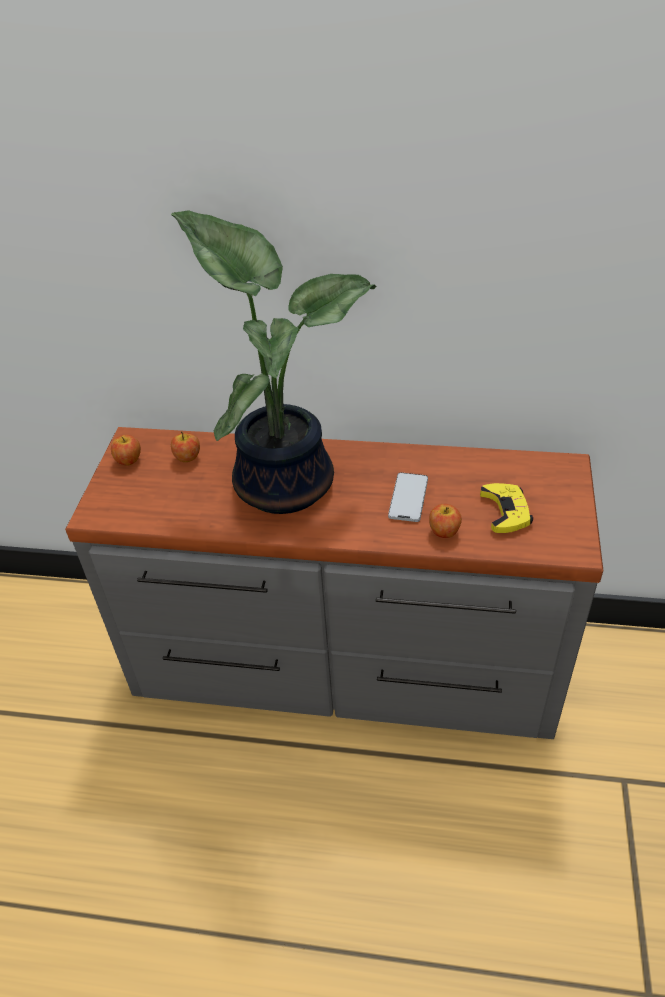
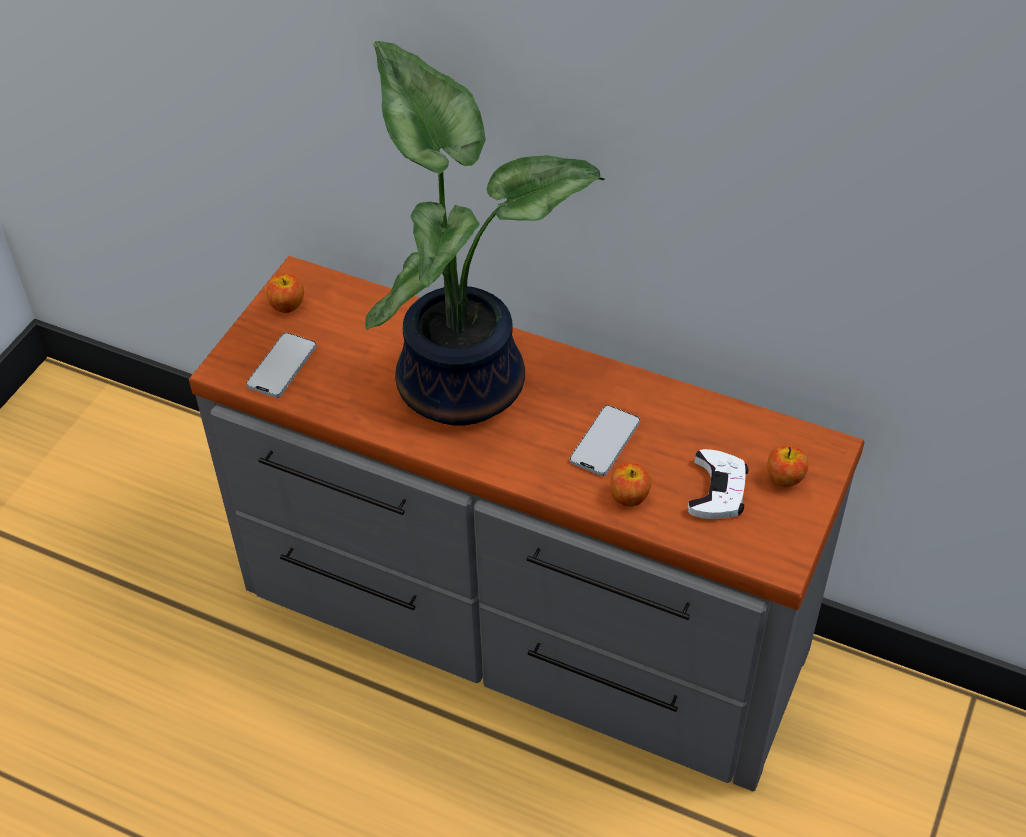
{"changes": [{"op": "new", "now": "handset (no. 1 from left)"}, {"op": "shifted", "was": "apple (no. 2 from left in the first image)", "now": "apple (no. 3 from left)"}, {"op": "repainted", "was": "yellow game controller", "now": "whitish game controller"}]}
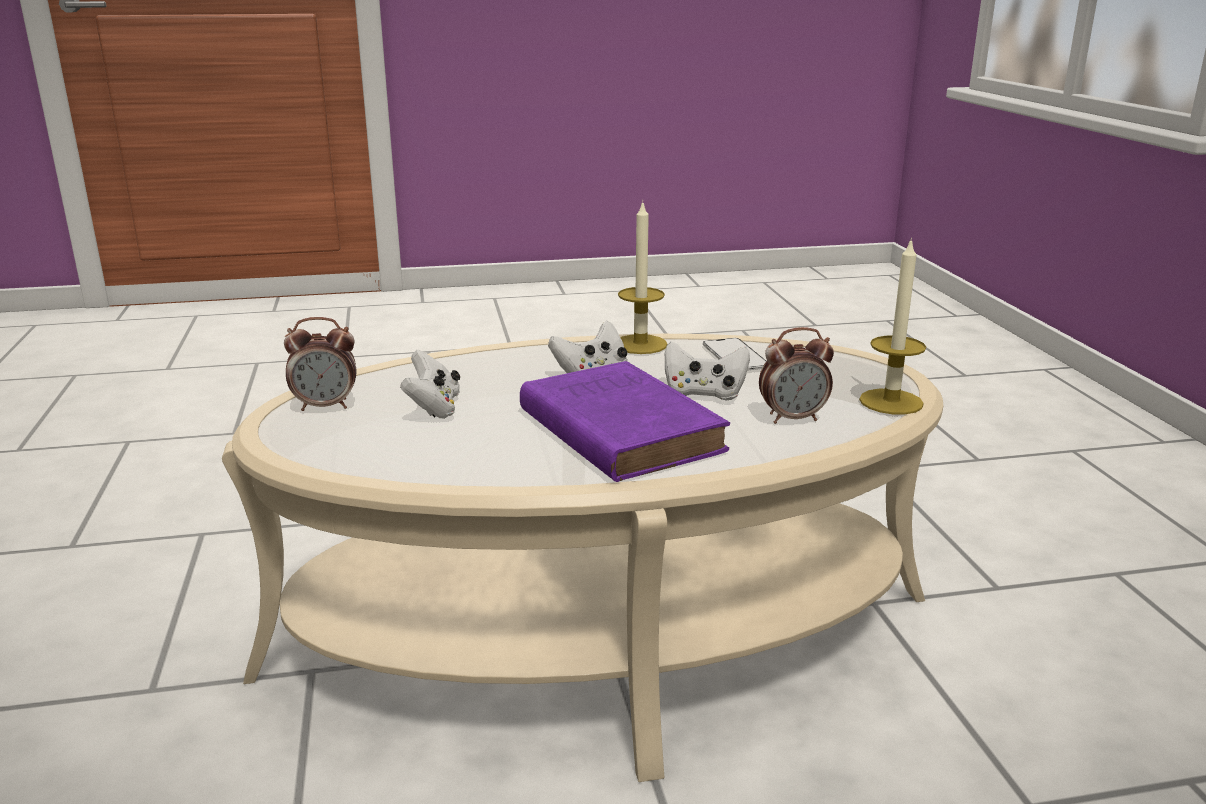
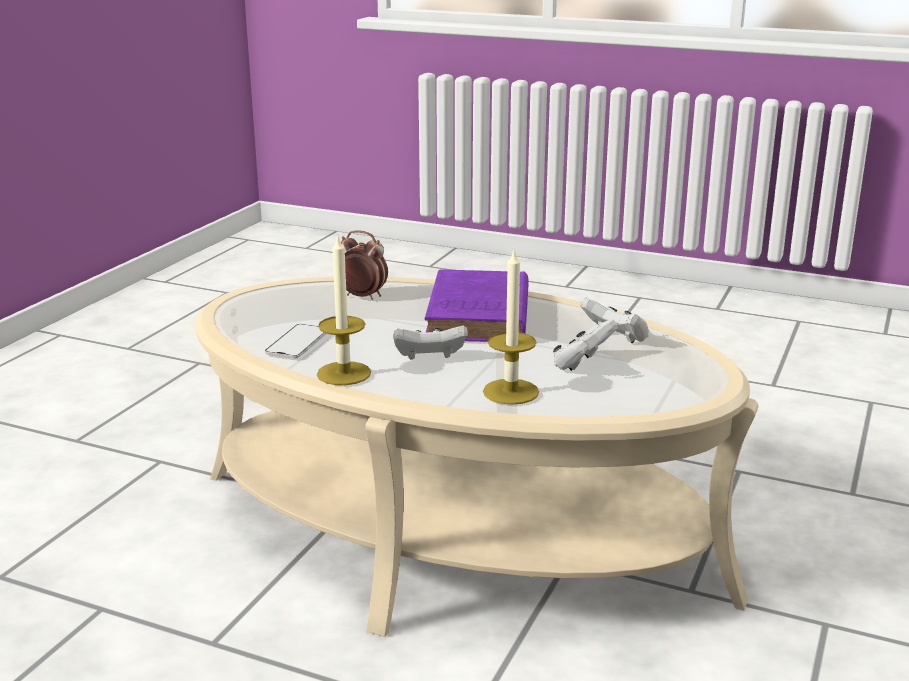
{"changes": [{"op": "gone", "was": "table clock (no. 1 from left)"}, {"op": "shifted", "was": "whitish game controller (no. 3 from left)"}, {"op": "shifted", "was": "wax candle (no. 2 from left)"}]}
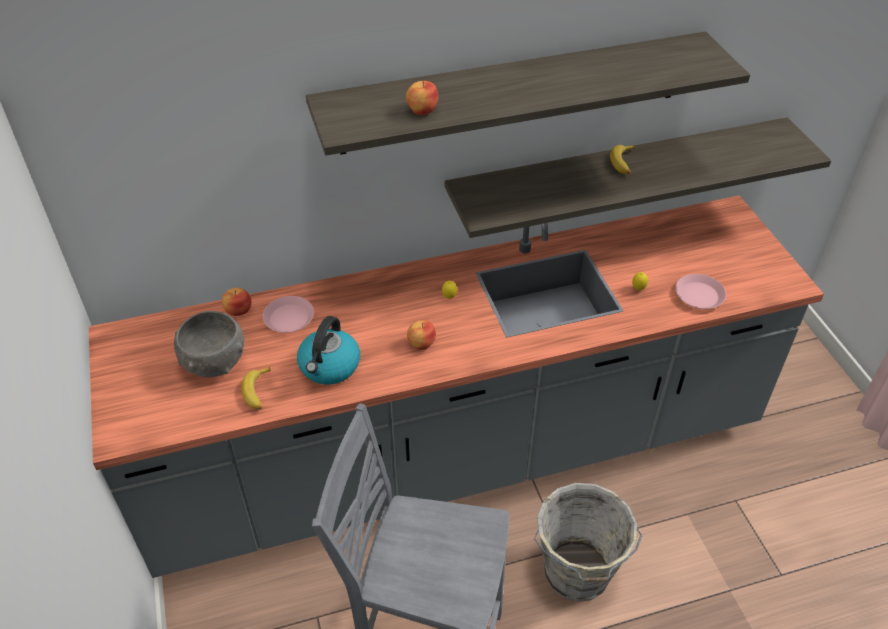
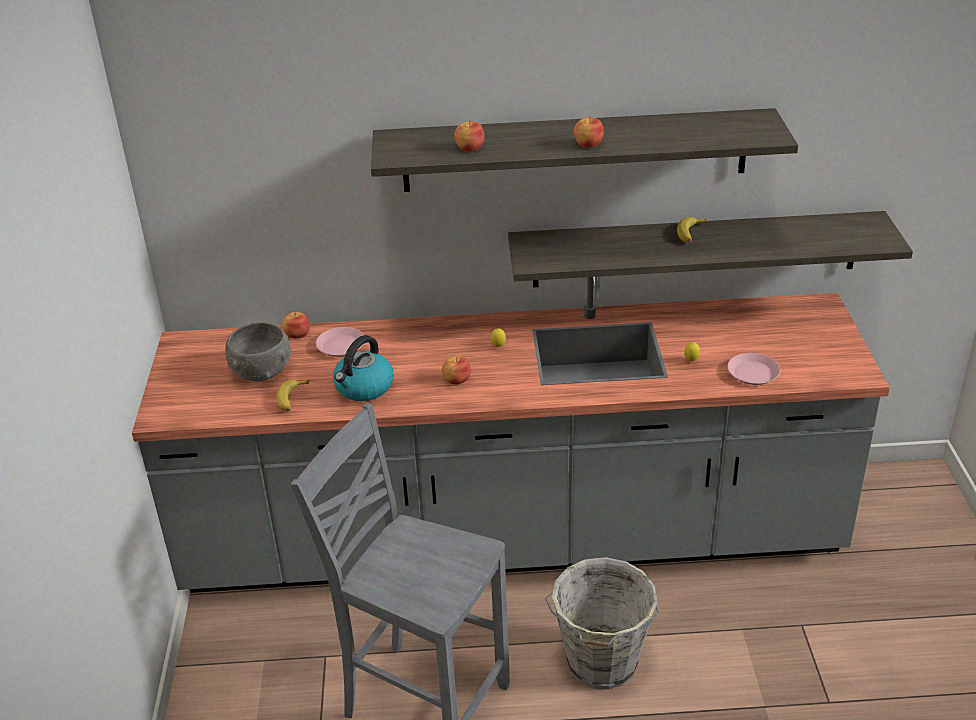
{"changes": [{"op": "new", "now": "apple (no. 4 from left)"}]}
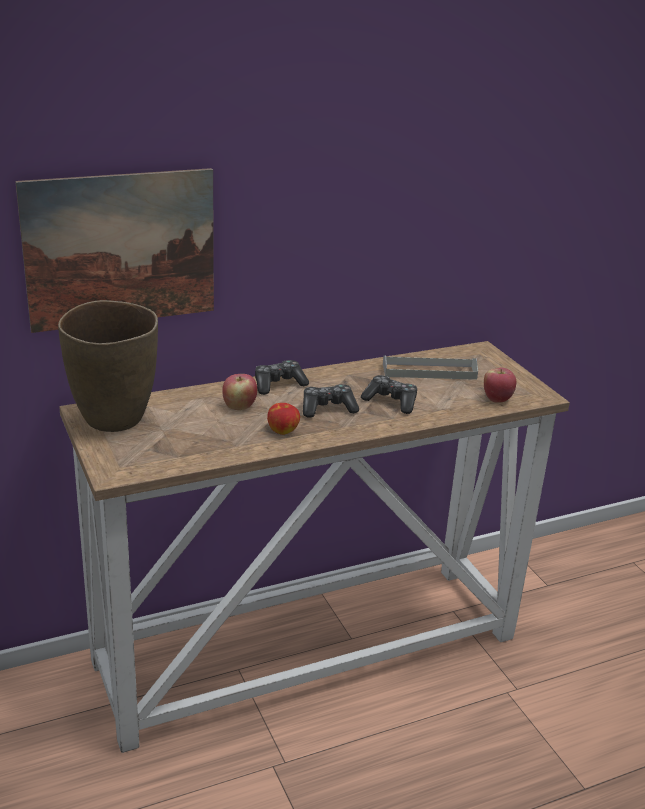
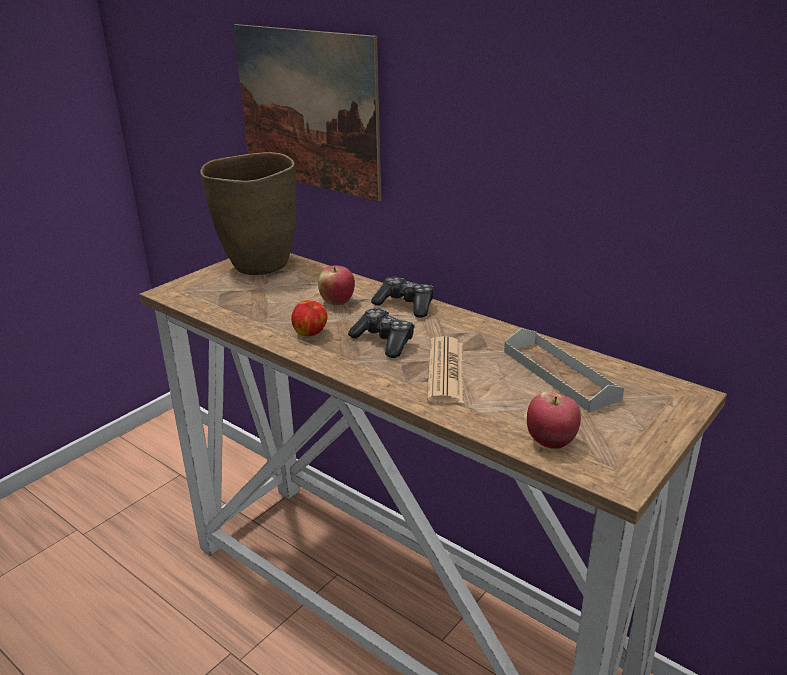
{"changes": [{"op": "swapped", "was": "game controller (no. 3 from left)", "now": "printed paper"}]}
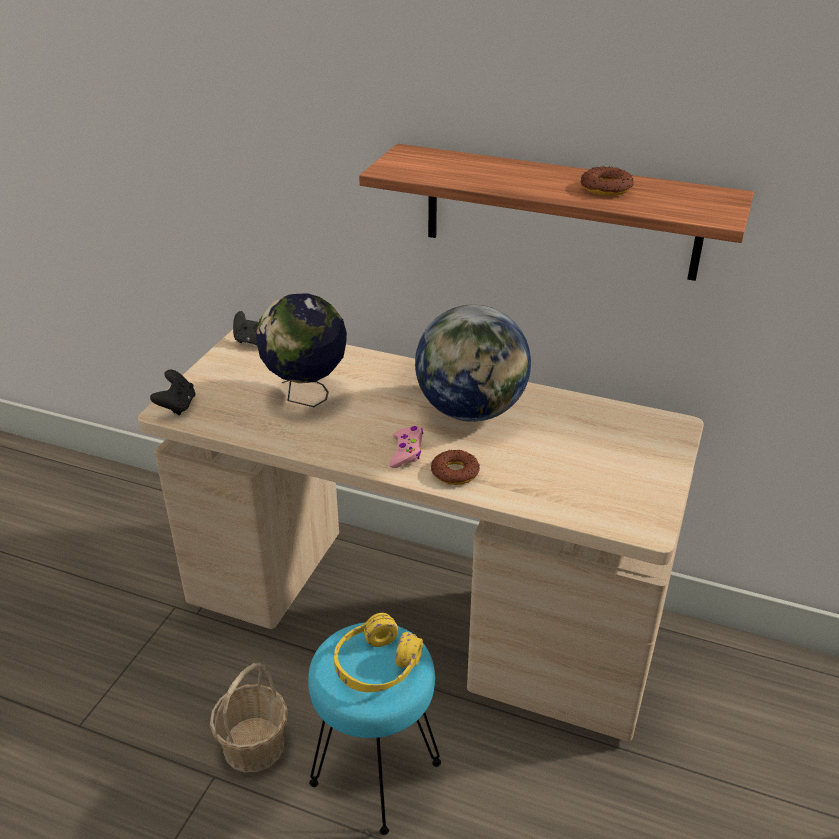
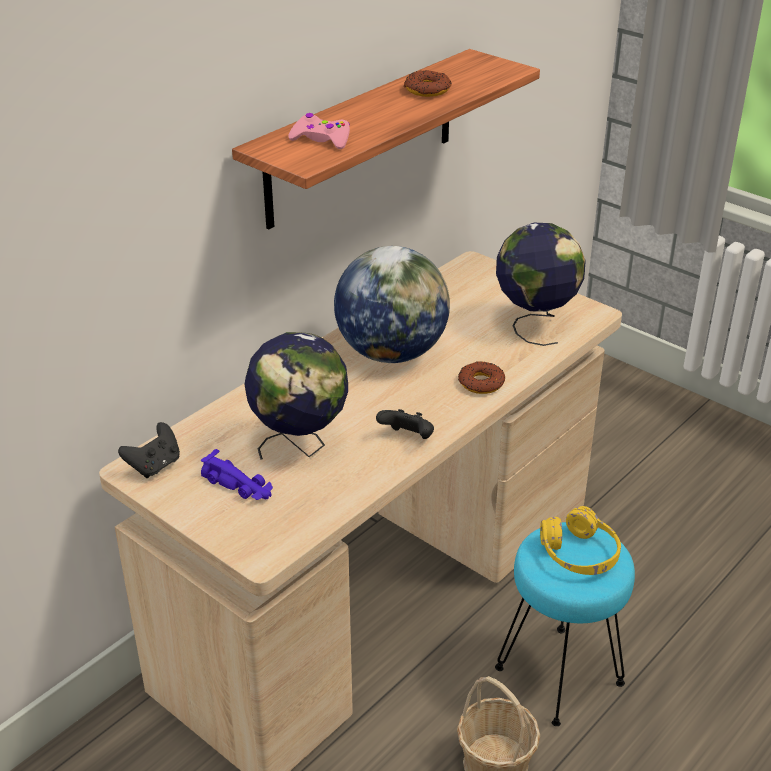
{"changes": [{"op": "new", "now": "purple toy car"}, {"op": "new", "now": "desk globe (no. 3 from left)"}, {"op": "shifted", "was": "blackish game controller (no. 1 from left in the first image)", "now": "blackish game controller (no. 2 from left)"}, {"op": "shifted", "was": "pinkish game controller"}]}
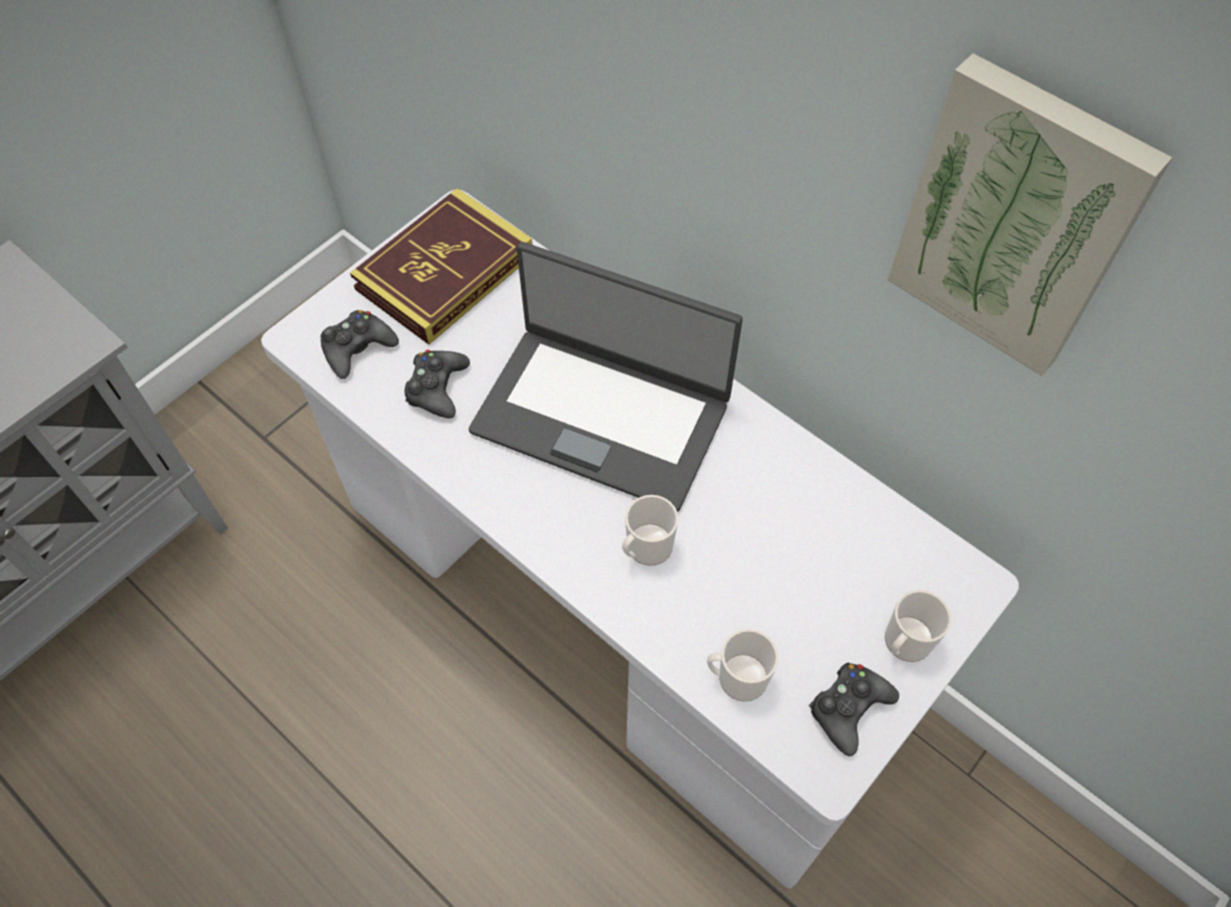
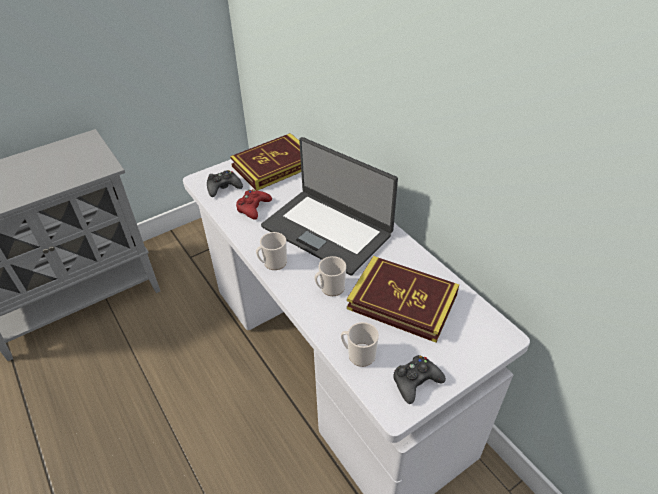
{"changes": [{"op": "gone", "was": "picture"}, {"op": "new", "now": "volume (no. 2 from left)"}, {"op": "shifted", "was": "mug (no. 3 from left in the first image)", "now": "mug (no. 1 from left)"}, {"op": "repainted", "was": "blackish game controller (no. 2 from left)", "now": "reddish game controller"}]}
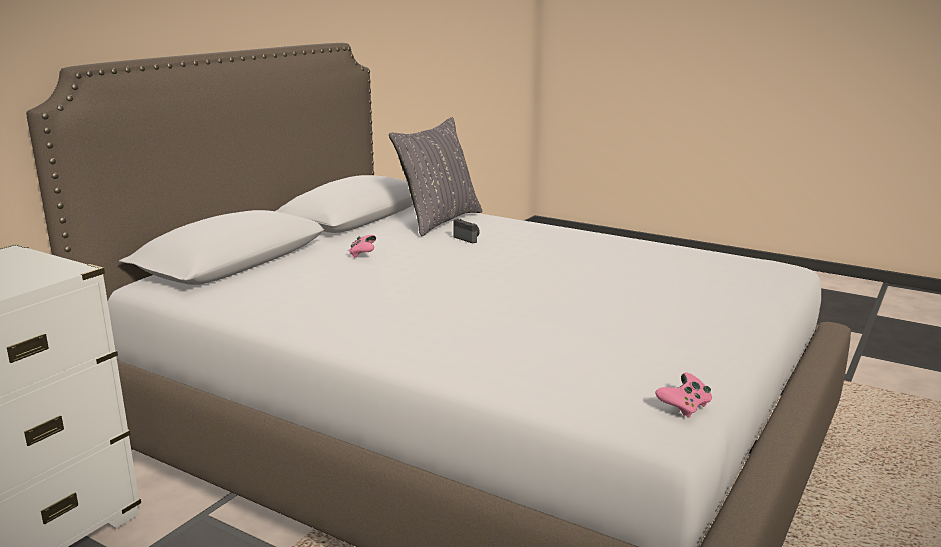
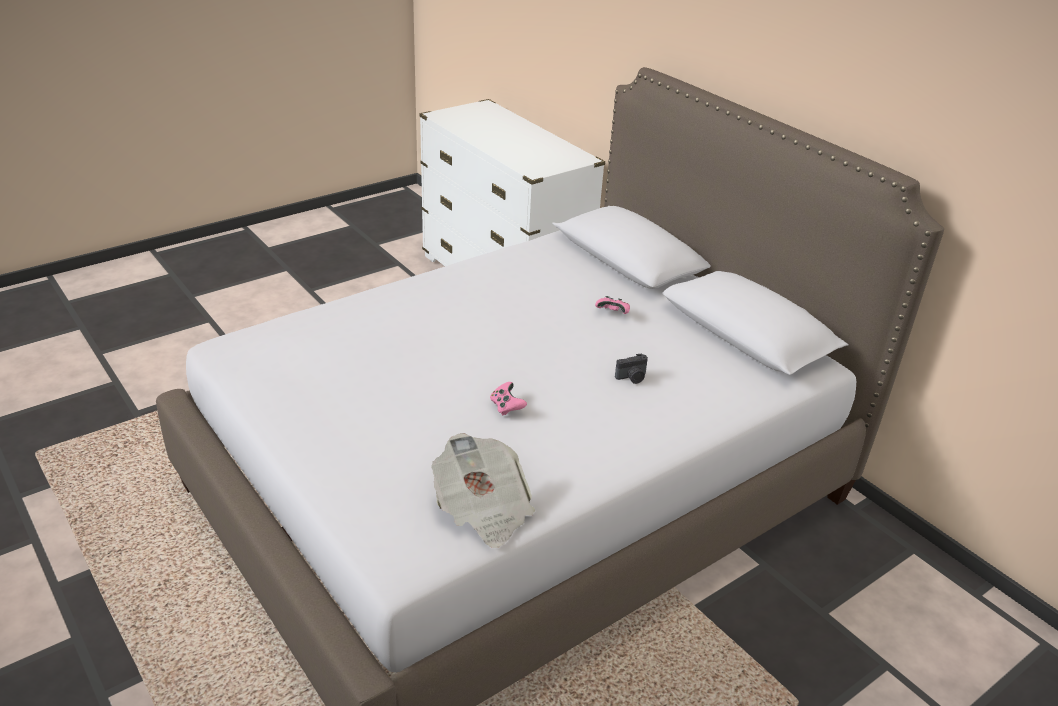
{"changes": [{"op": "gone", "was": "gray cushion"}, {"op": "new", "now": "printed paper"}, {"op": "shifted", "was": "pinkish game controller (no. 2 from left in the first image)", "now": "pinkish game controller (no. 1 from left)"}]}
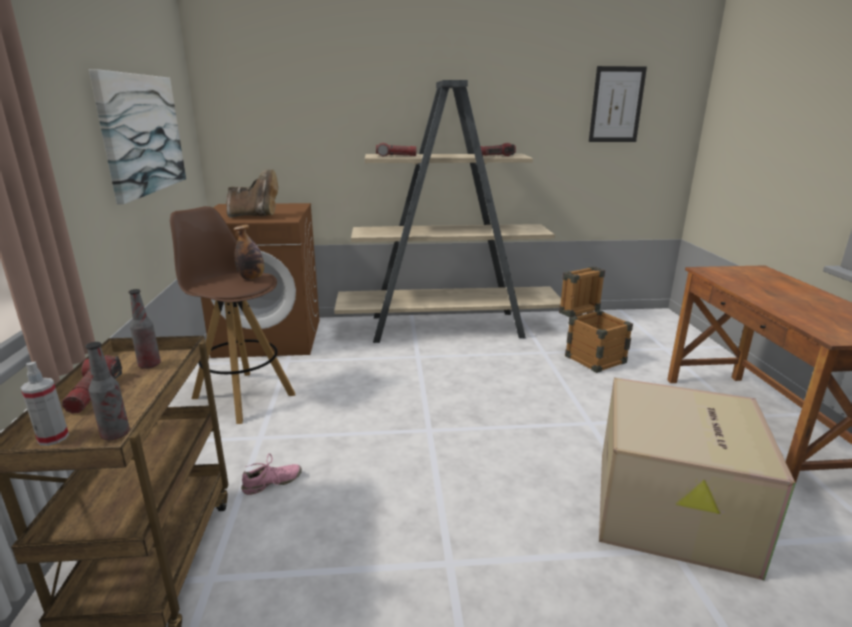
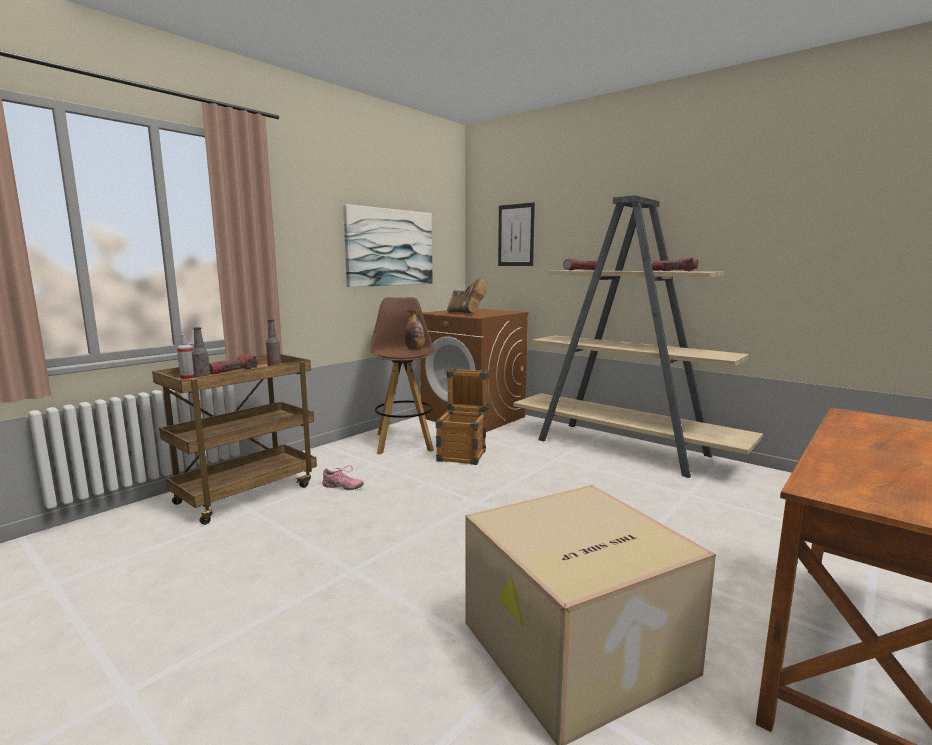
{"changes": [{"op": "shifted", "was": "packing crate"}, {"op": "shifted", "was": "picture (no. 2 from left)"}]}
